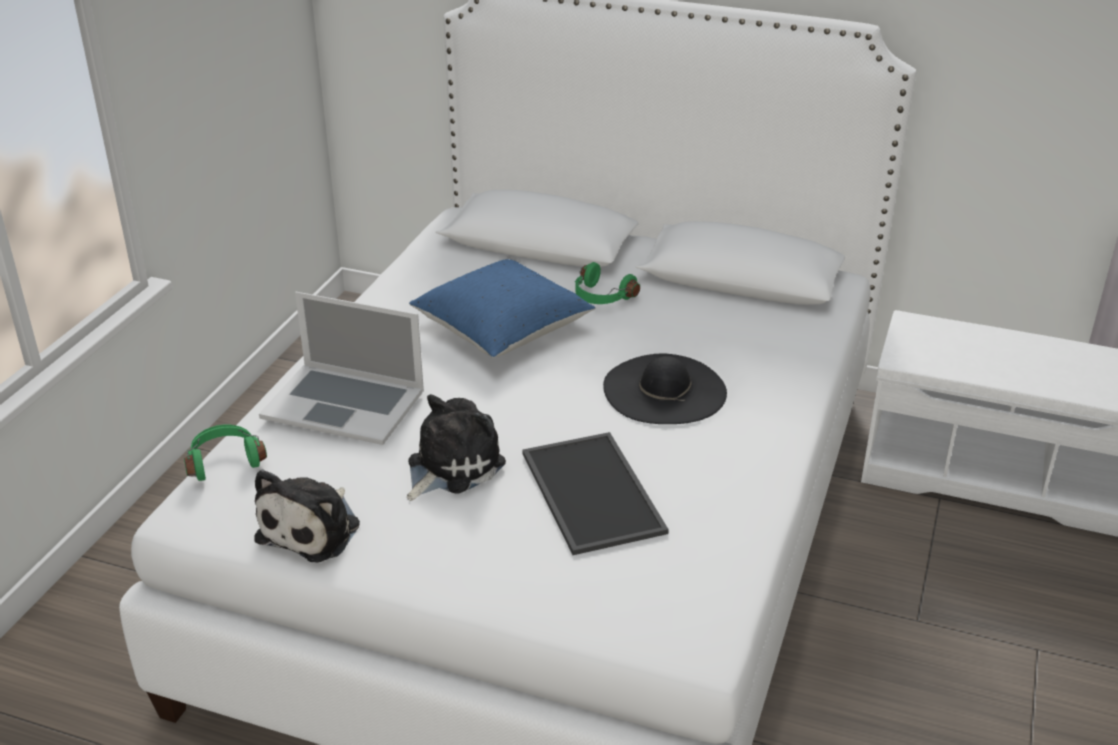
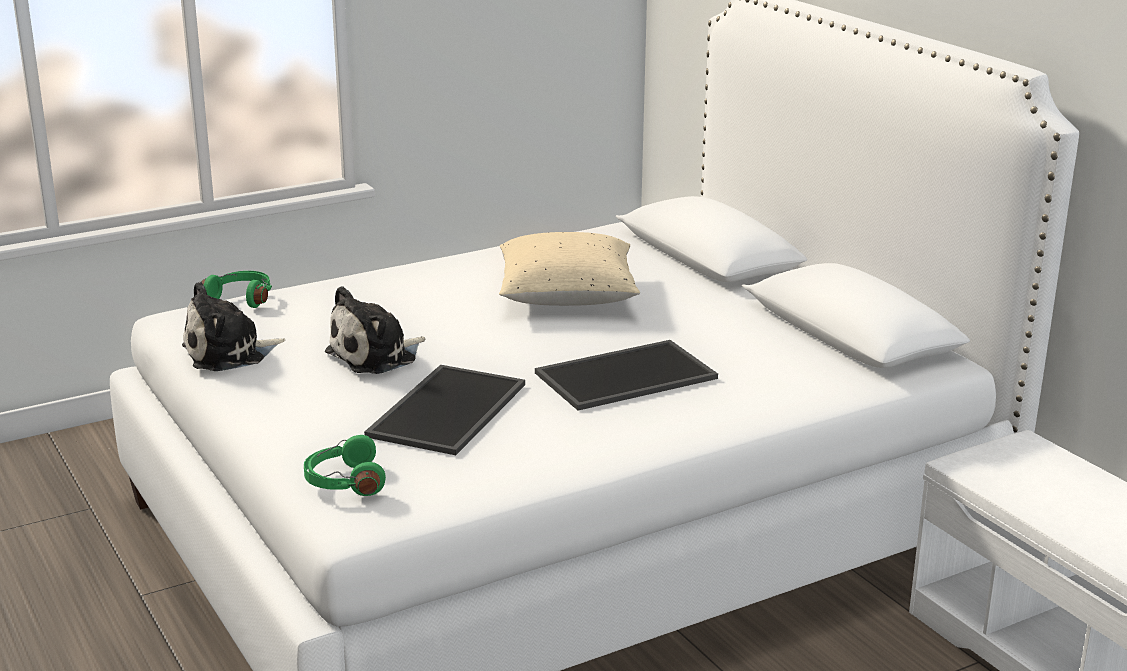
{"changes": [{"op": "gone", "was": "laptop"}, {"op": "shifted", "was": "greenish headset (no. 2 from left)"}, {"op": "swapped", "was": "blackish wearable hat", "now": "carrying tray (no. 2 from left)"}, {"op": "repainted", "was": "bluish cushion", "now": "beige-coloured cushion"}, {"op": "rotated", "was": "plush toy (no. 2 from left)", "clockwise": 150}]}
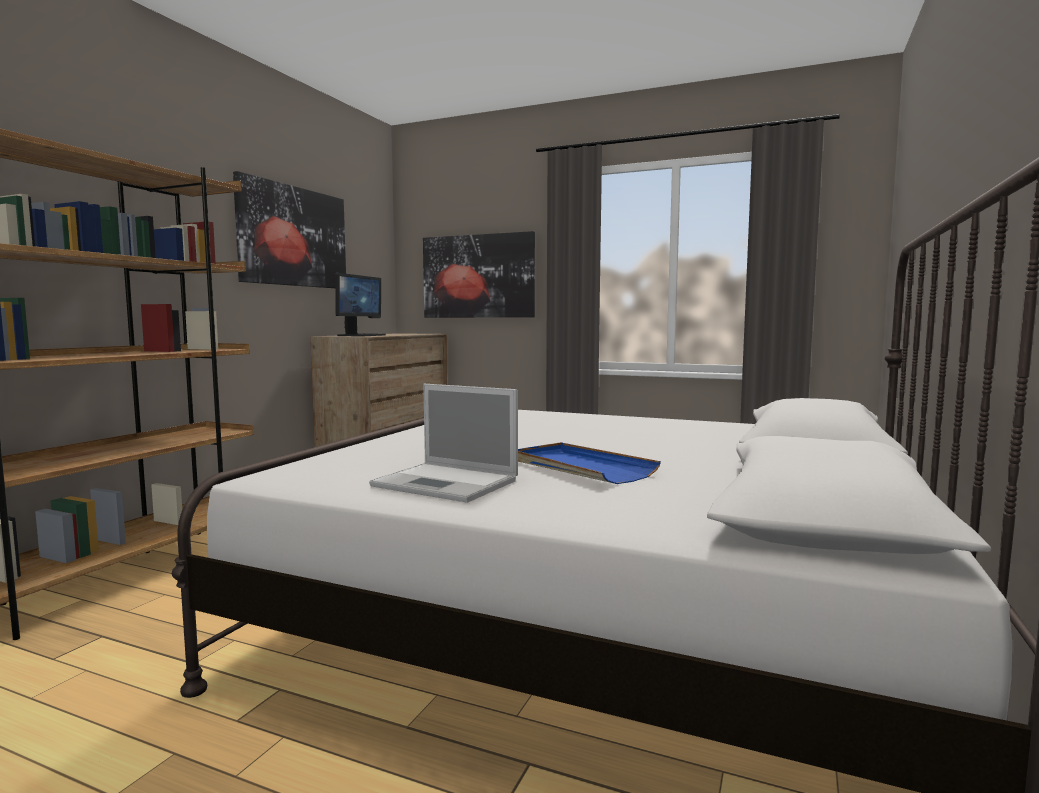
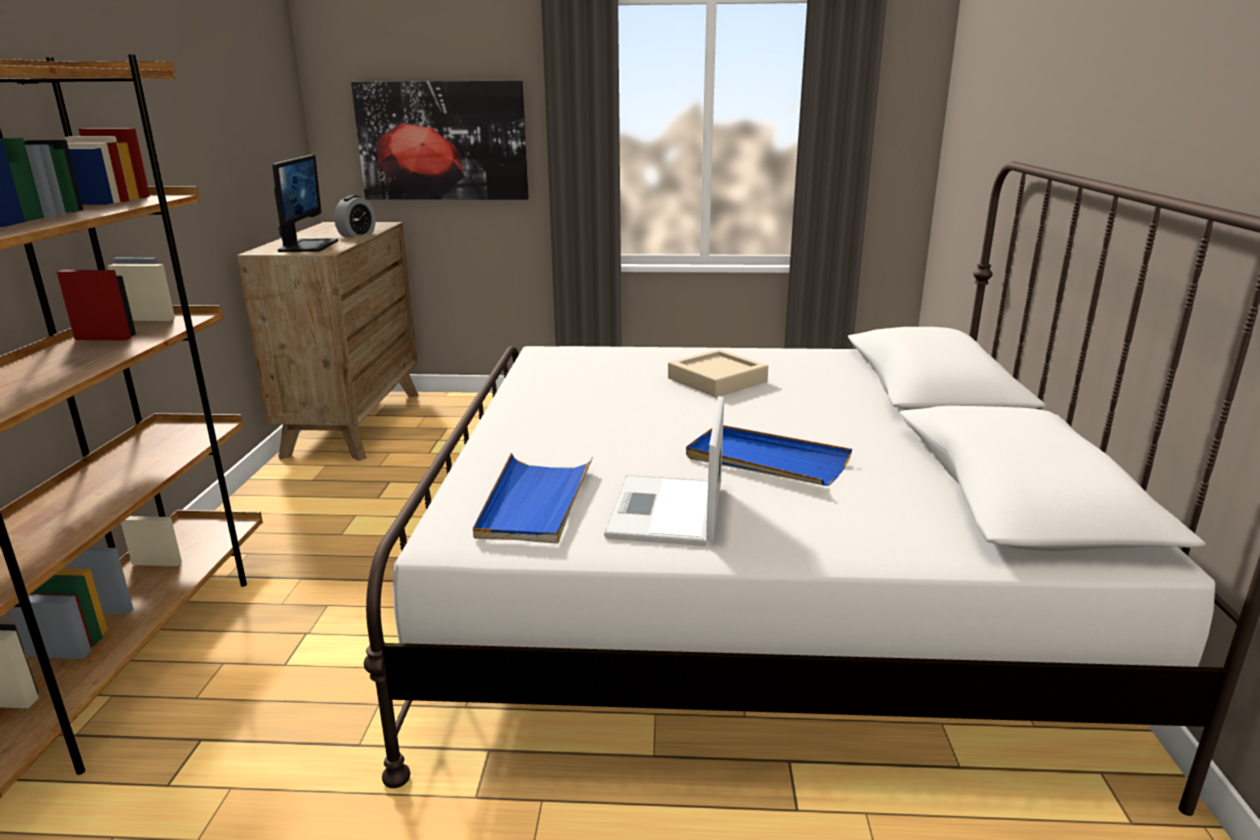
{"changes": [{"op": "gone", "was": "picture (no. 1 from left)"}, {"op": "new", "now": "table clock"}, {"op": "new", "now": "bluish carrying tray (no. 1 from left)"}, {"op": "new", "now": "beige-coloured carrying tray"}, {"op": "rotated", "was": "laptop", "clockwise": 90}]}
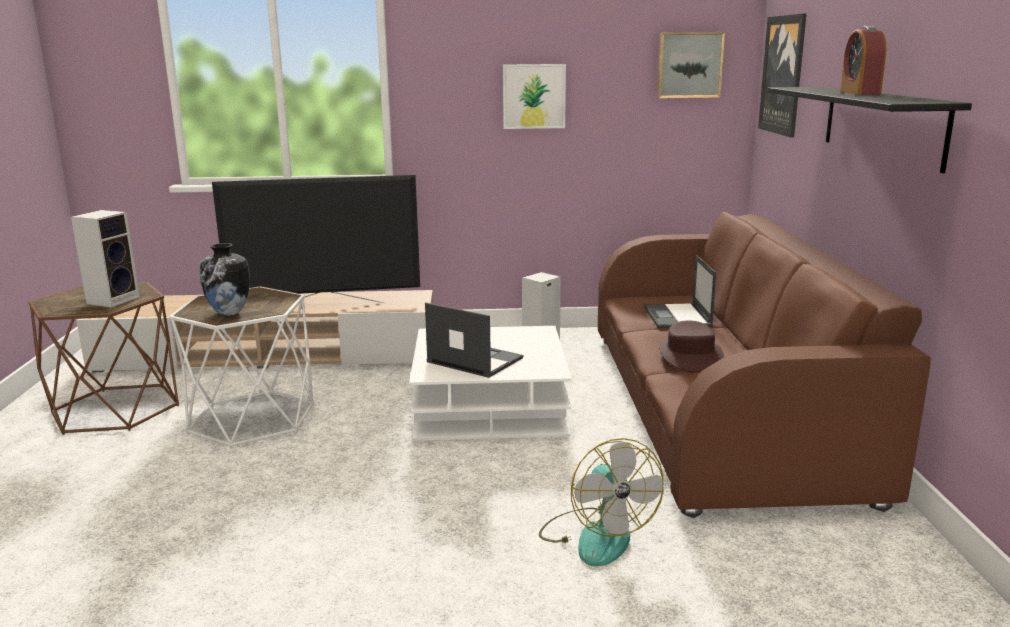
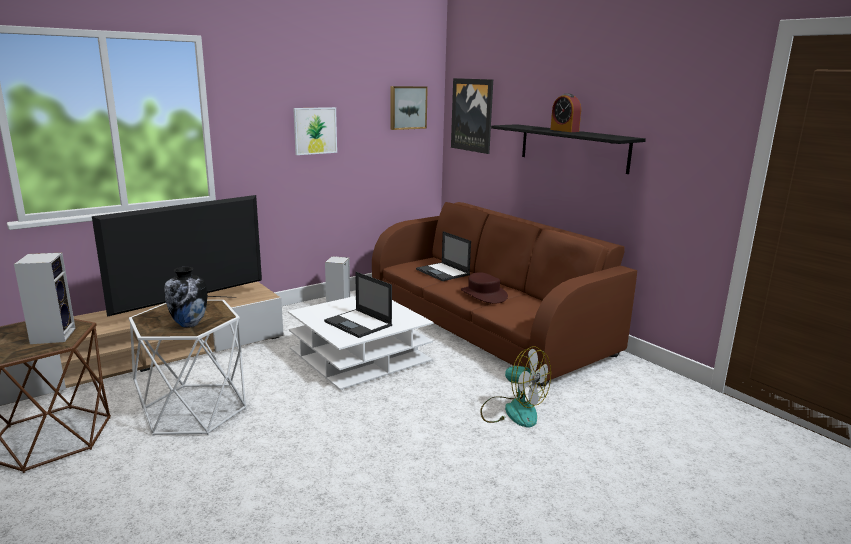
{"changes": [{"op": "rotated", "was": "laptop (no. 1 from left)", "clockwise": -135}]}
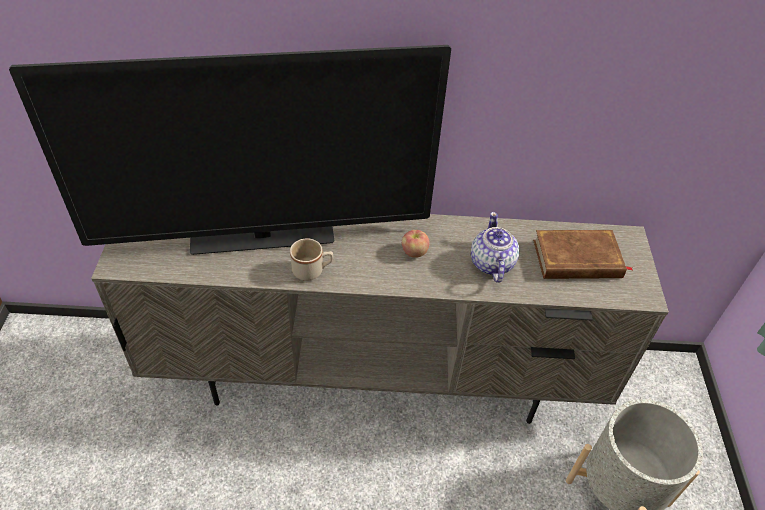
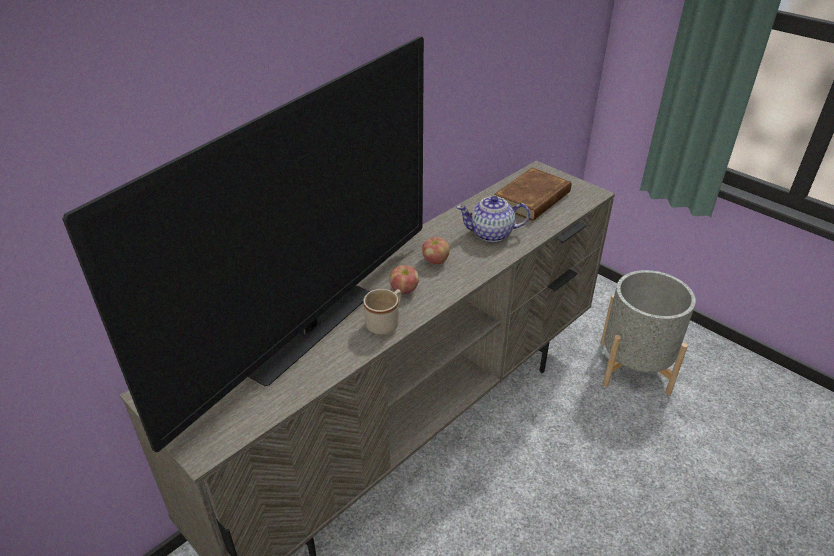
{"changes": [{"op": "new", "now": "apple (no. 1 from left)"}, {"op": "rotated", "was": "teapot", "clockwise": -45}]}
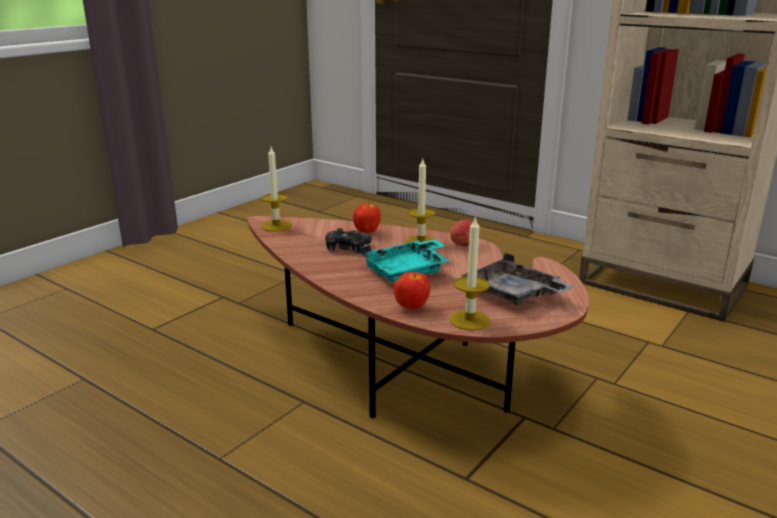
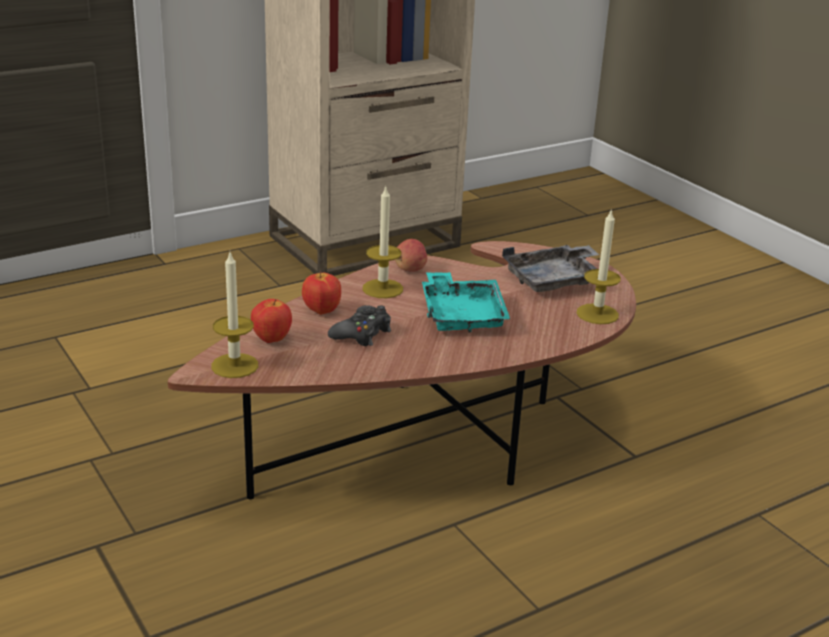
{"changes": [{"op": "shifted", "was": "apple (no. 2 from left in the first image)", "now": "apple (no. 1 from left)"}]}
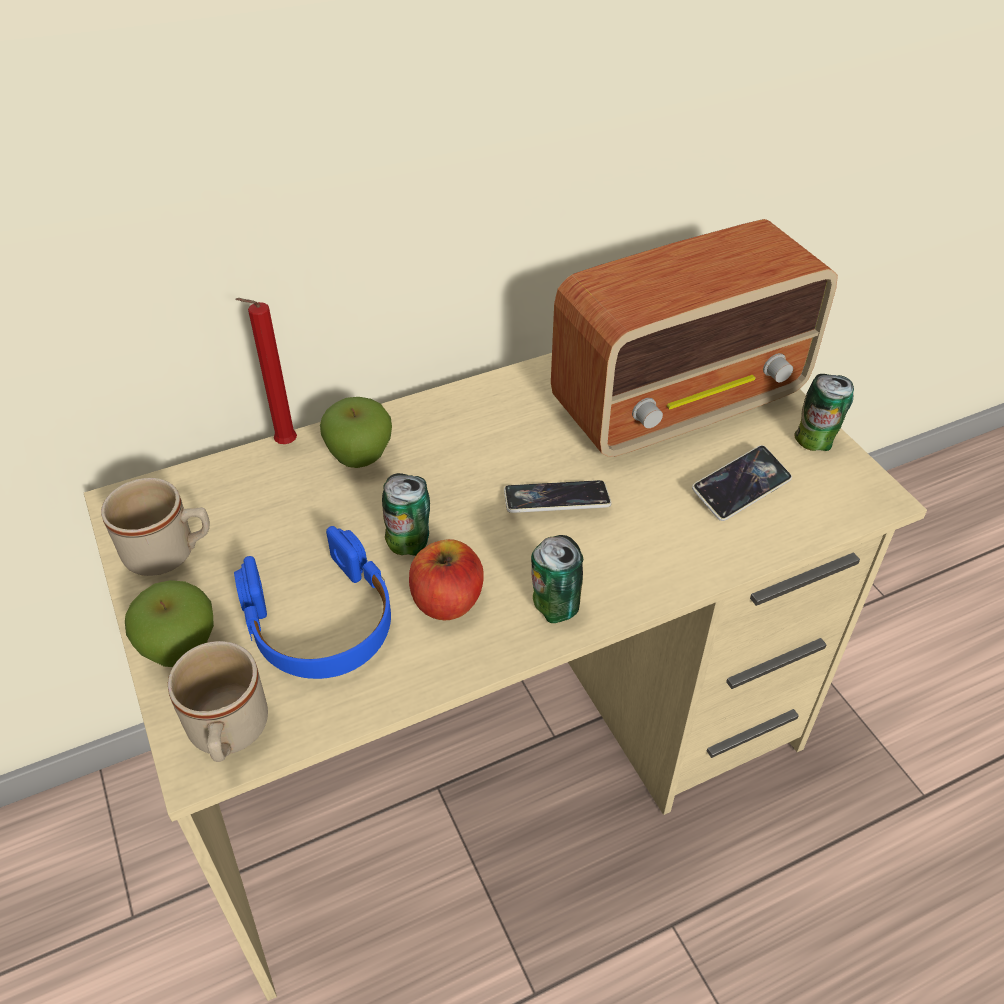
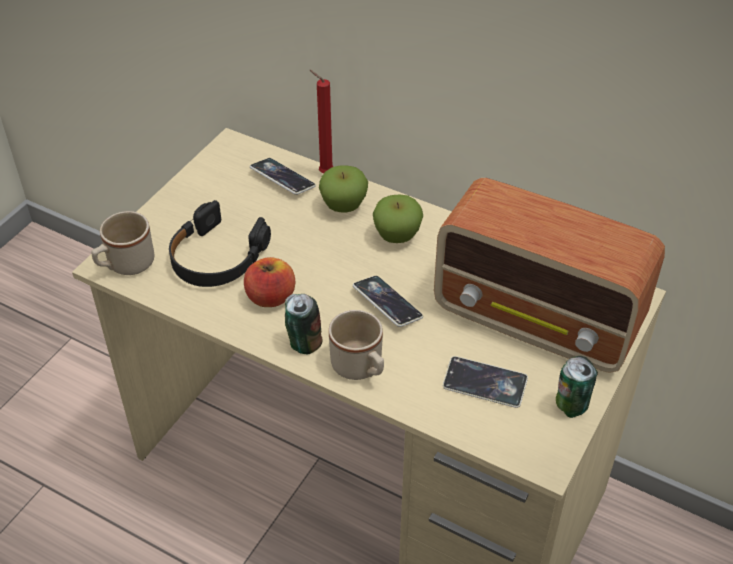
{"changes": [{"op": "gone", "was": "can (no. 1 from left)"}, {"op": "new", "now": "handset (no. 1 from left)"}, {"op": "shifted", "was": "beige-coloured mug (no. 1 from left in the first image)", "now": "beige-coloured mug (no. 2 from left)"}, {"op": "shifted", "was": "apple (no. 1 from left in the first image)", "now": "apple (no. 3 from left)"}, {"op": "repainted", "was": "bluish headset", "now": "blackish headset"}]}
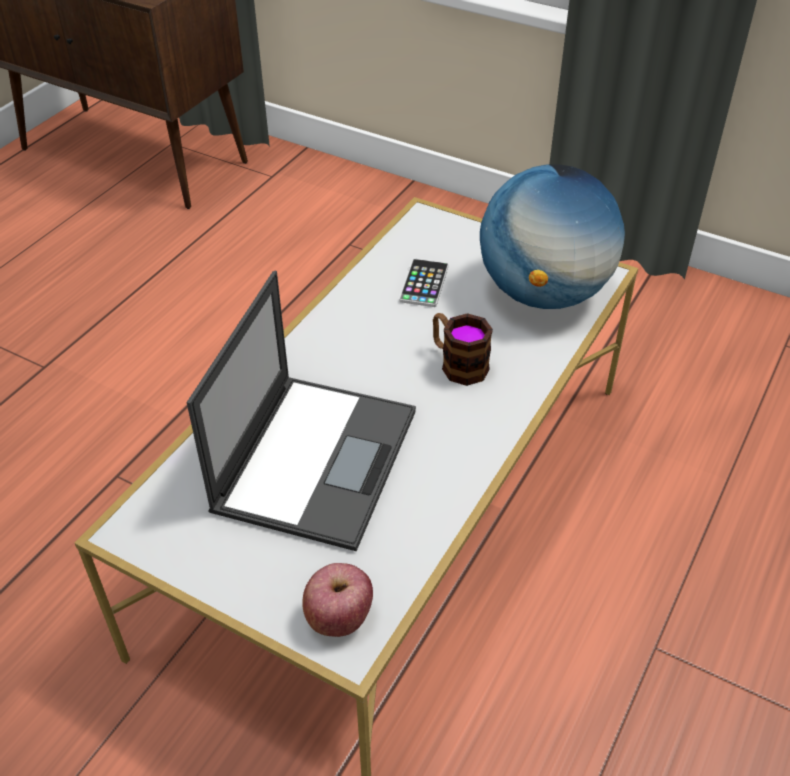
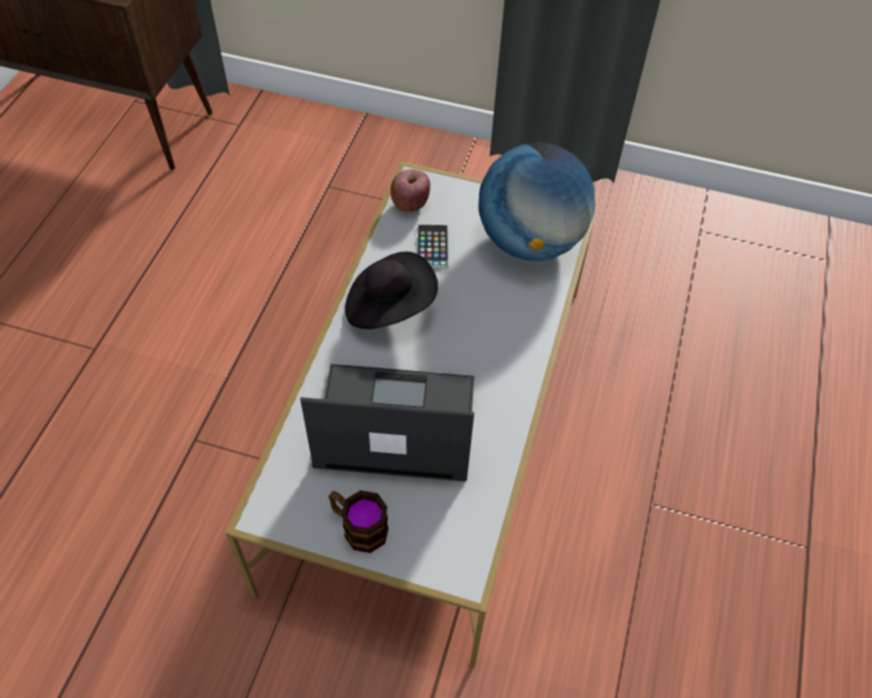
{"changes": [{"op": "new", "now": "blackish wearable hat"}, {"op": "shifted", "was": "apple"}, {"op": "shifted", "was": "mug"}, {"op": "rotated", "was": "laptop", "clockwise": -90}]}
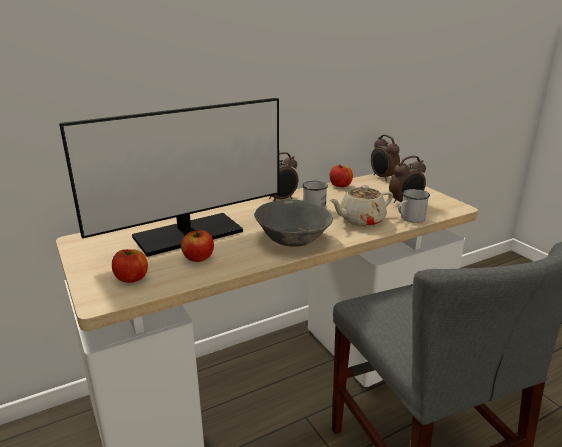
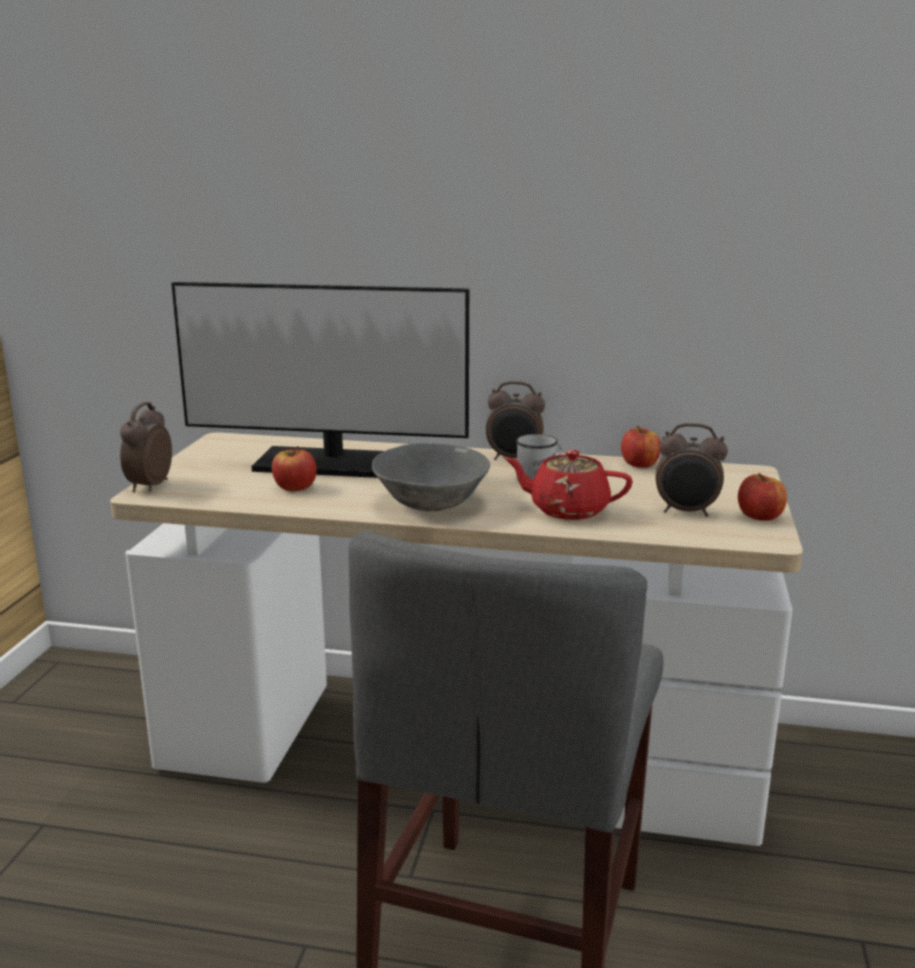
{"changes": [{"op": "gone", "was": "whitish mug (no. 2 from left)"}, {"op": "shifted", "was": "apple (no. 1 from left in the first image)", "now": "apple (no. 3 from left)"}, {"op": "shifted", "was": "table clock (no. 2 from left in the first image)", "now": "table clock (no. 1 from left)"}, {"op": "repainted", "was": "beige-coloured teapot", "now": "reddish teapot"}]}
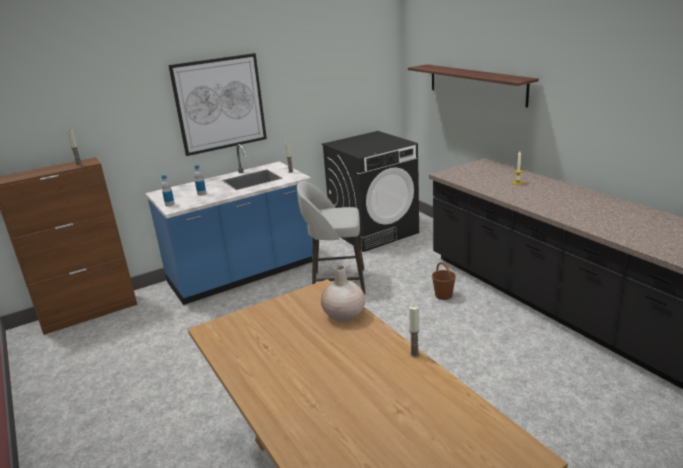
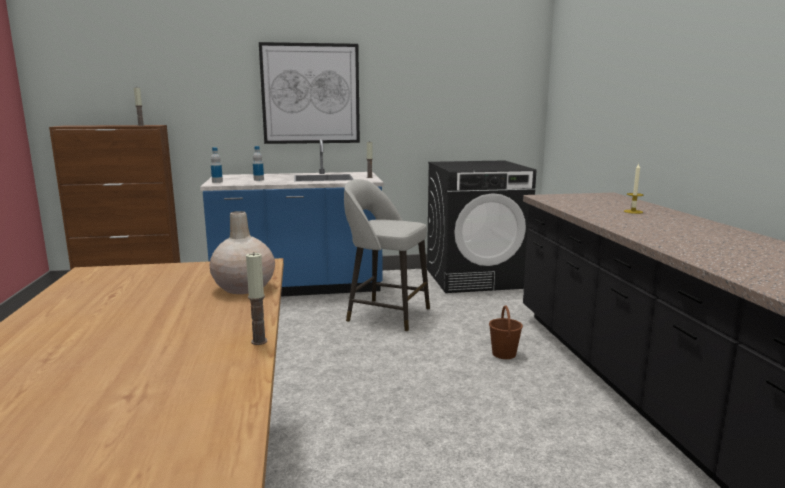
{"changes": [{"op": "gone", "was": "shelf"}]}
